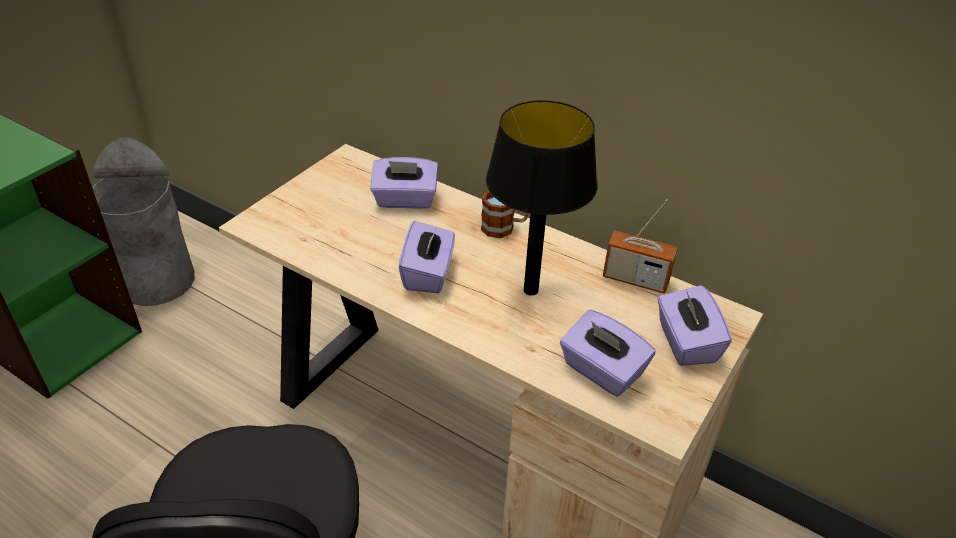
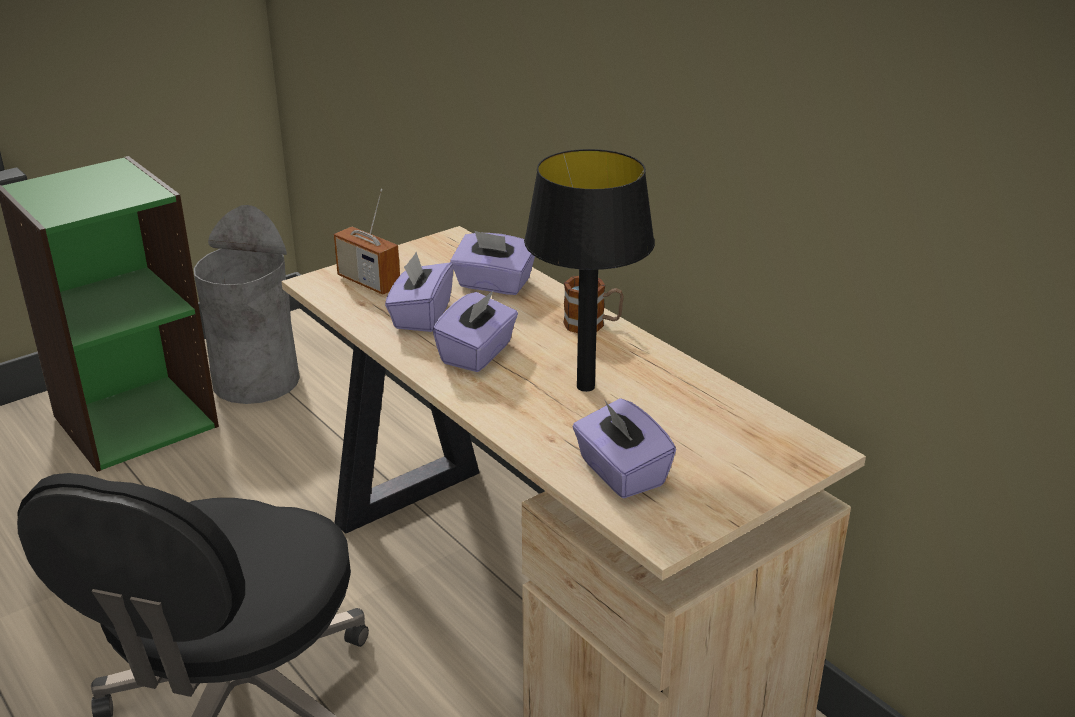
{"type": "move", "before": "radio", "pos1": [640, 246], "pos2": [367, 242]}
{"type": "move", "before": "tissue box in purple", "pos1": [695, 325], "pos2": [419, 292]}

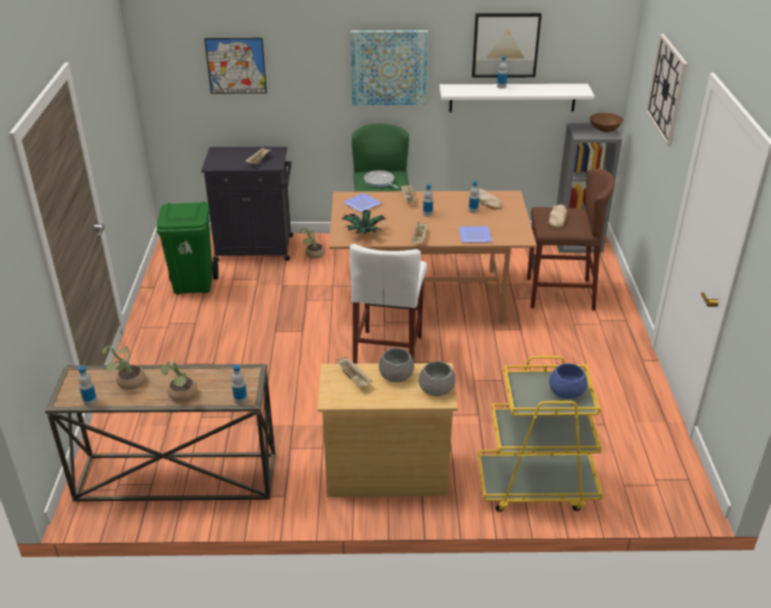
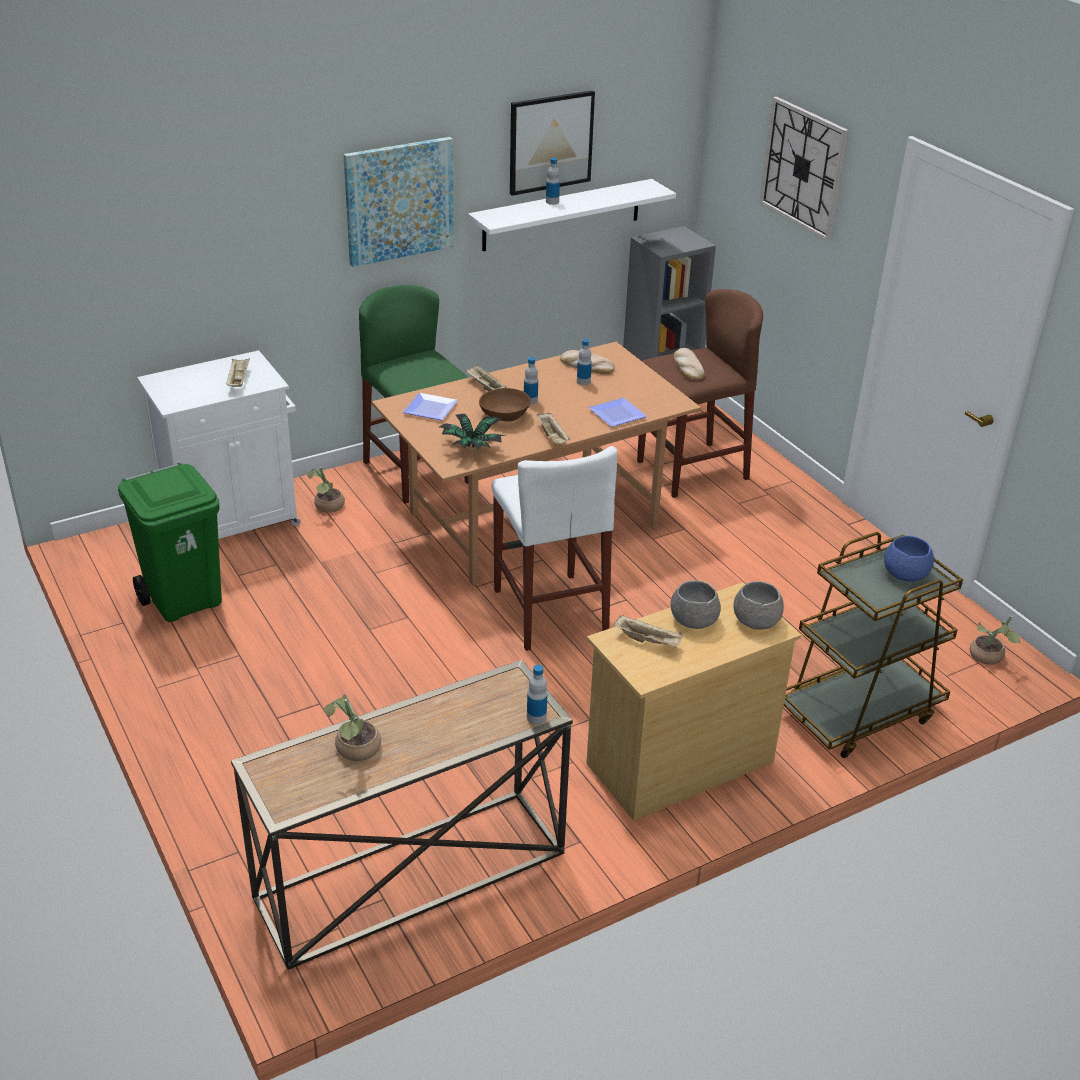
{"type": "delete", "before": "bottle", "pos1": [87, 386]}
{"type": "move", "before": "potted plant", "pos1": [179, 381], "pos2": [995, 640]}
{"type": "recolor", "before": "cabinet in black", "after": "cabinet in white", "pos1": [247, 204], "pos2": [218, 444]}
{"type": "delete", "before": "picture", "pos1": [235, 66]}
{"type": "delete", "before": "frying pan", "pos1": [381, 179]}
{"type": "recolor", "before": "cart in yellow", "after": "cart in brown", "pos1": [540, 434], "pos2": [873, 645]}
{"type": "move", "before": "bowl in brown", "pos1": [606, 122], "pos2": [505, 404]}

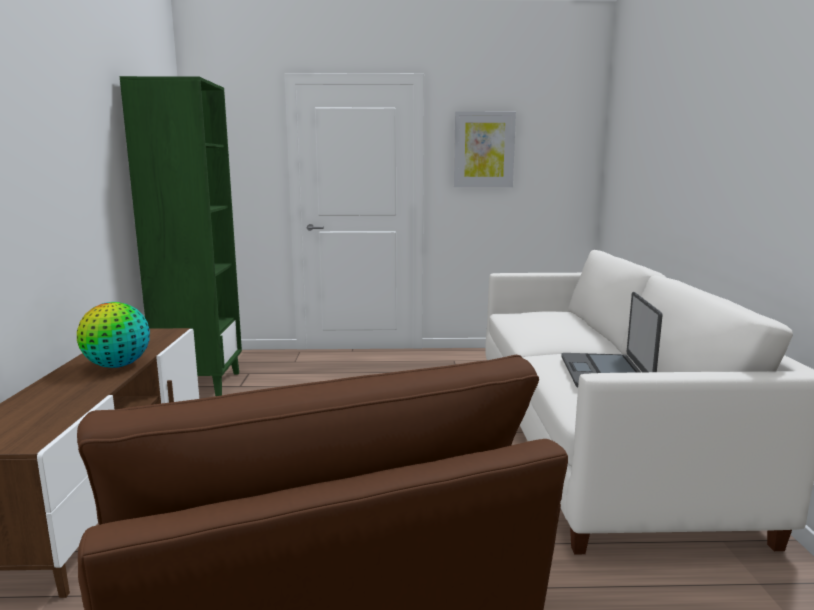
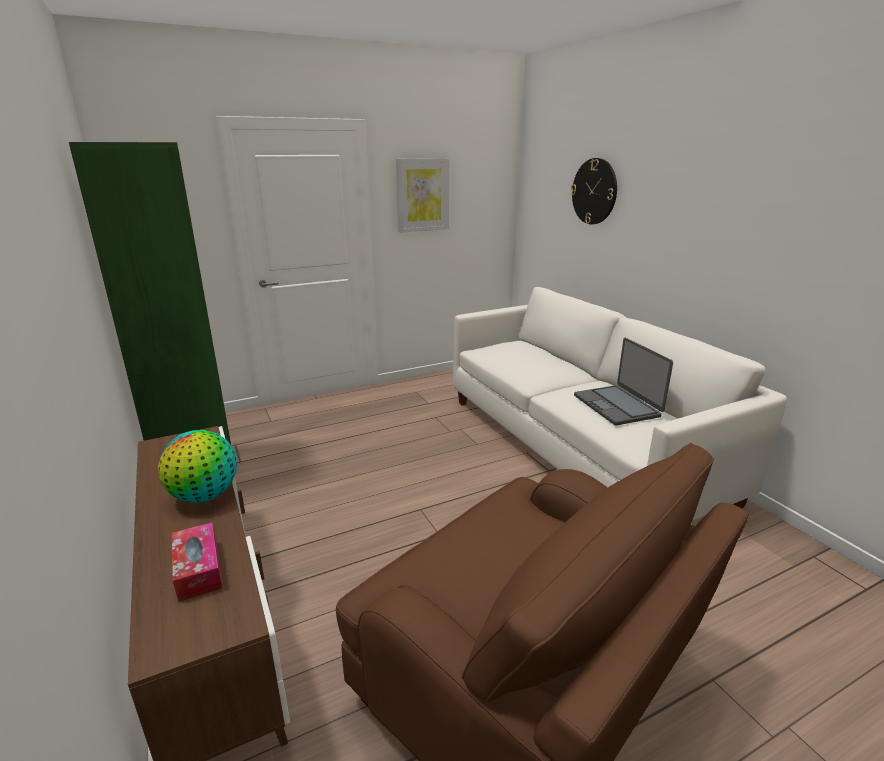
{"type": "insert", "after": "tissue box", "pos2": [197, 562]}
{"type": "insert", "after": "wall clock", "pos2": [594, 191]}

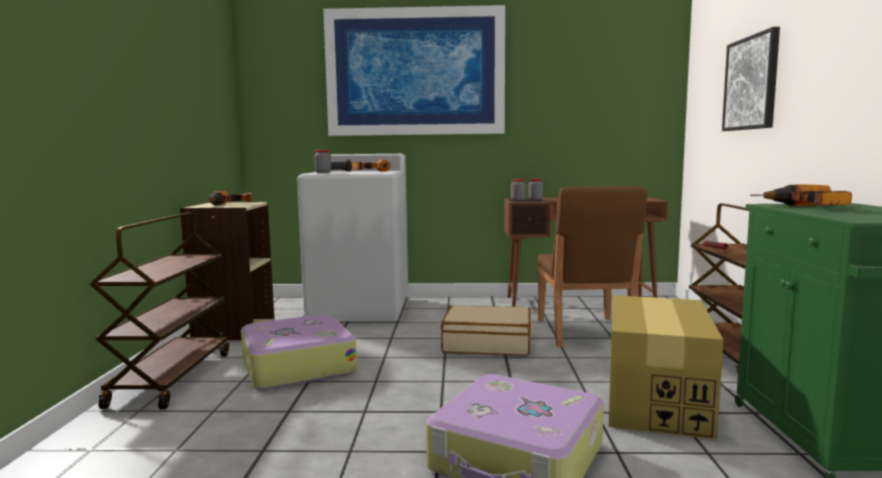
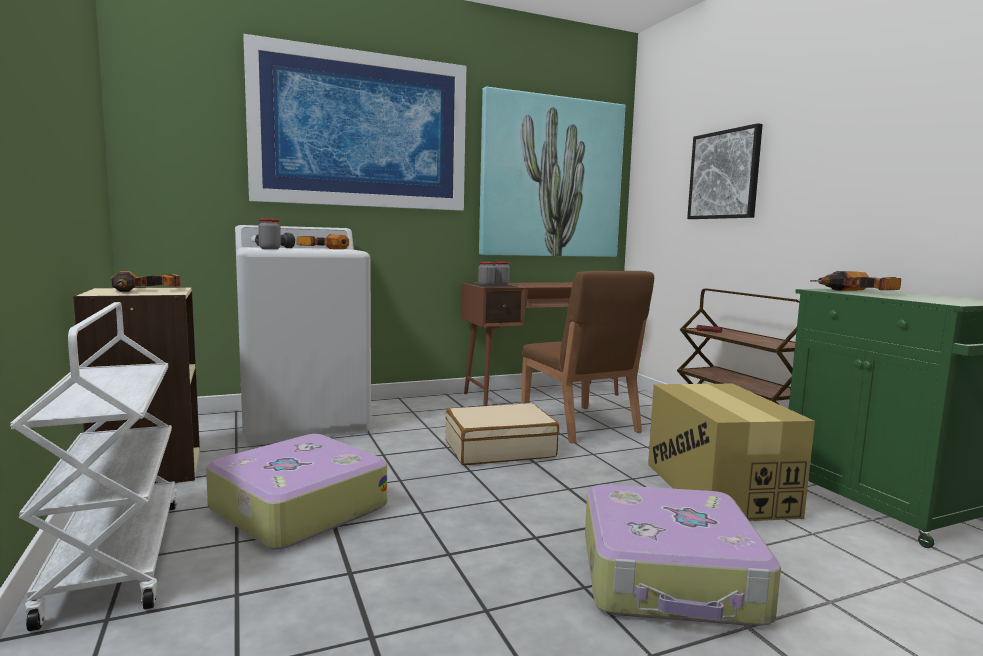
{"type": "recolor", "before": "cart in brown", "after": "cart in white", "pos1": [159, 310], "pos2": [93, 466]}
{"type": "insert", "after": "picture", "pos2": [552, 172]}

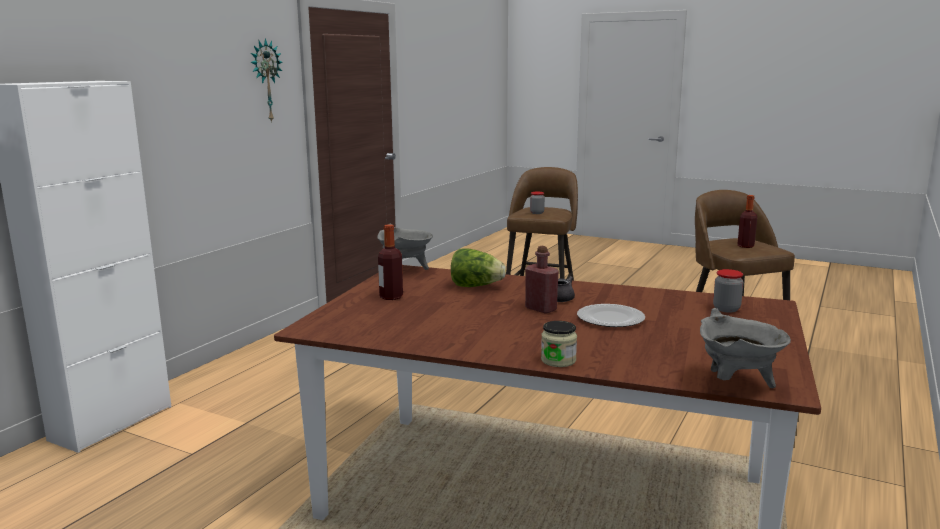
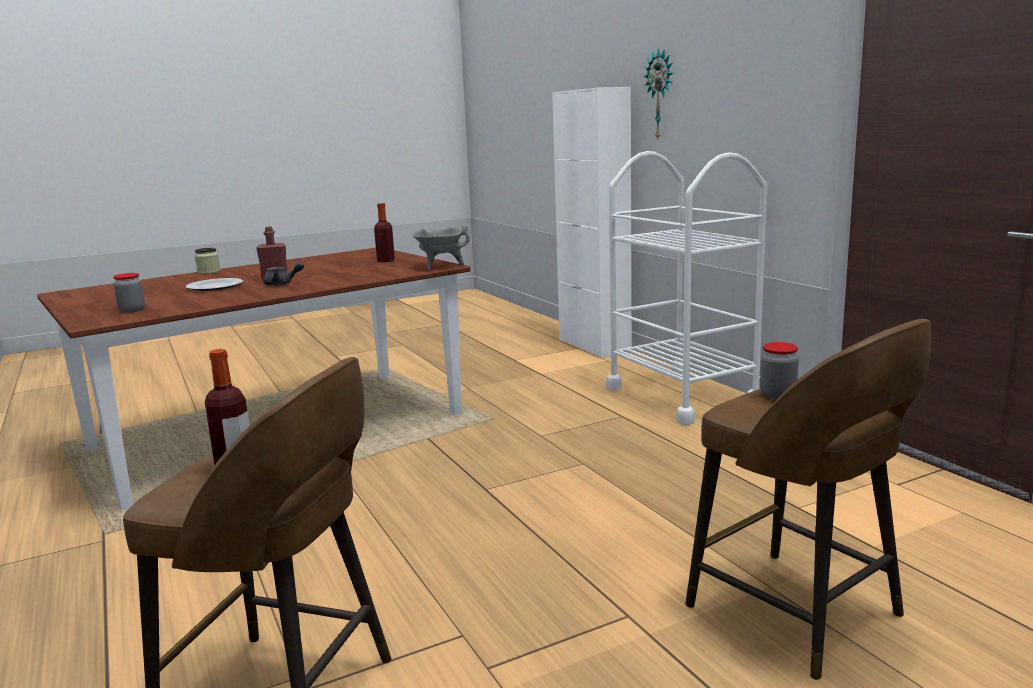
{"type": "move", "before": "wall clock", "pos1": [266, 80], "pos2": [658, 93]}
{"type": "delete", "before": "lettuce", "pos1": [478, 268]}
{"type": "delete", "before": "cooking pot in grey", "pos1": [745, 348]}
{"type": "insert", "after": "cart in white", "pos2": [686, 288]}

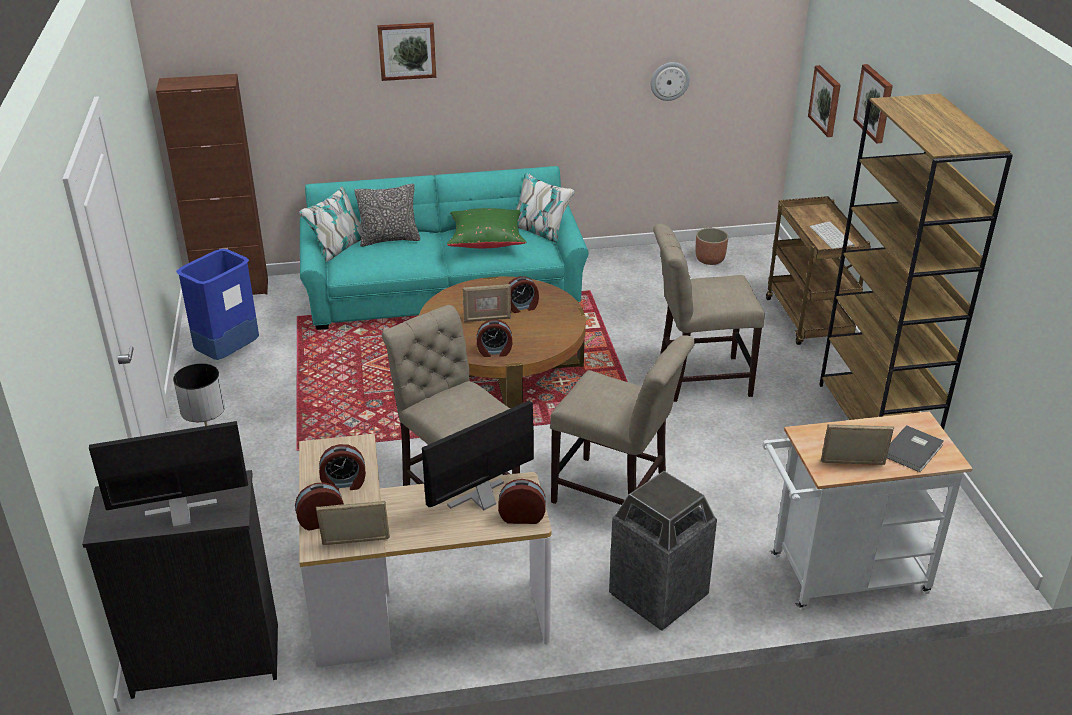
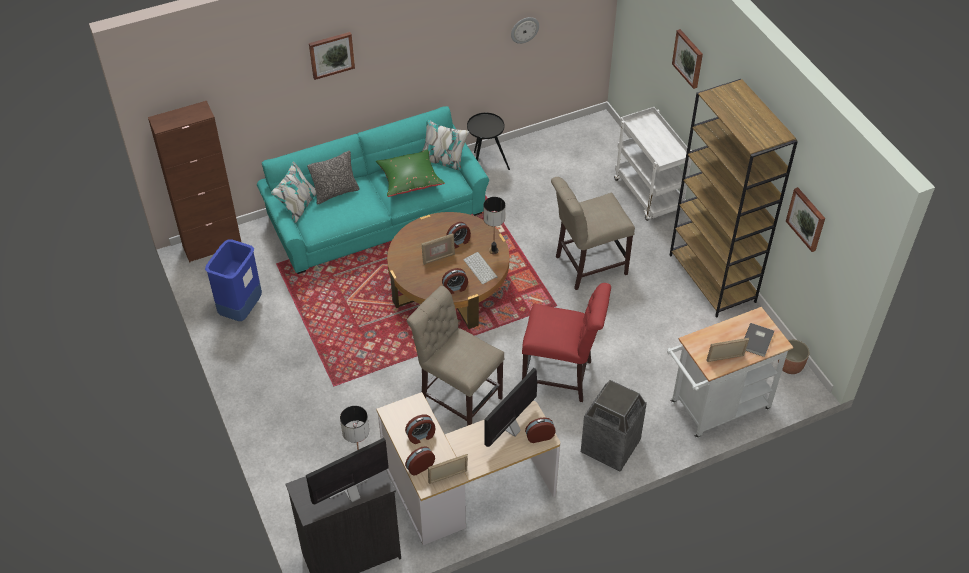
{"type": "recolor", "before": "chair in beige", "after": "chair in red", "pos1": [622, 420], "pos2": [566, 342]}
{"type": "move", "before": "planter", "pos1": [712, 246], "pos2": [793, 357]}
{"type": "recolor", "before": "cart in brown", "after": "cart in white", "pos1": [818, 270], "pos2": [653, 164]}
{"type": "move", "before": "picture", "pos1": [824, 101], "pos2": [805, 219]}
{"type": "move", "before": "keyboard", "pos1": [832, 235], "pos2": [480, 268]}
{"type": "insert", "after": "side table in black", "pos2": [488, 141]}
{"type": "insert", "after": "table lamp", "pos2": [494, 225]}

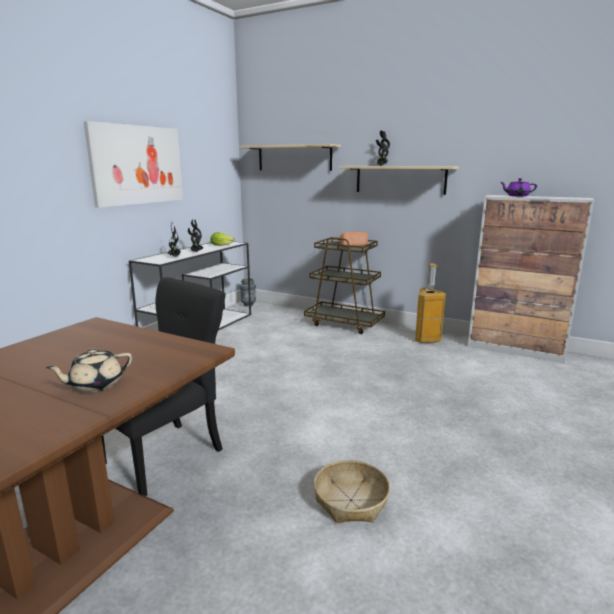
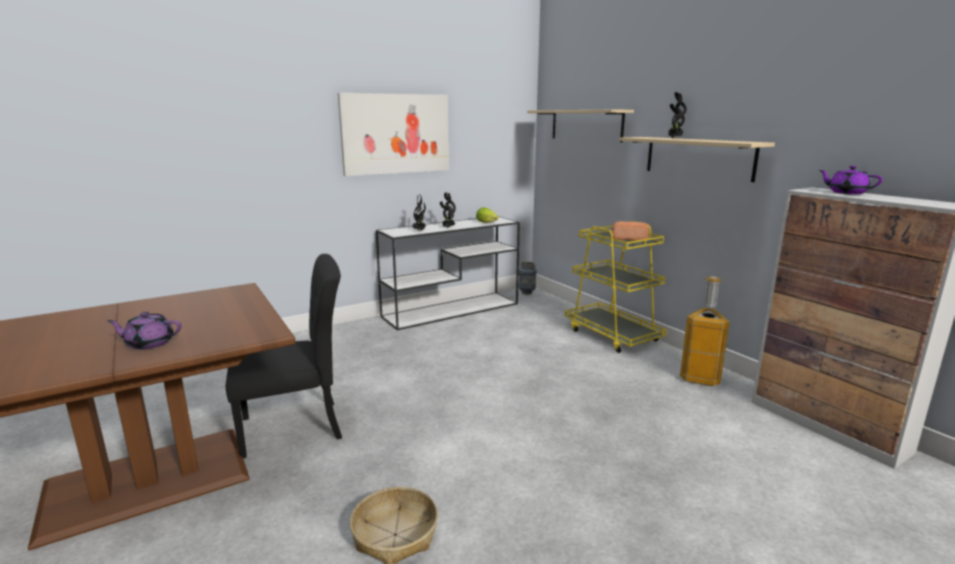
{"type": "recolor", "before": "teapot in beige", "after": "teapot in purple", "pos1": [89, 370], "pos2": [144, 331]}
{"type": "recolor", "before": "cart in brown", "after": "cart in yellow", "pos1": [344, 285], "pos2": [616, 287]}

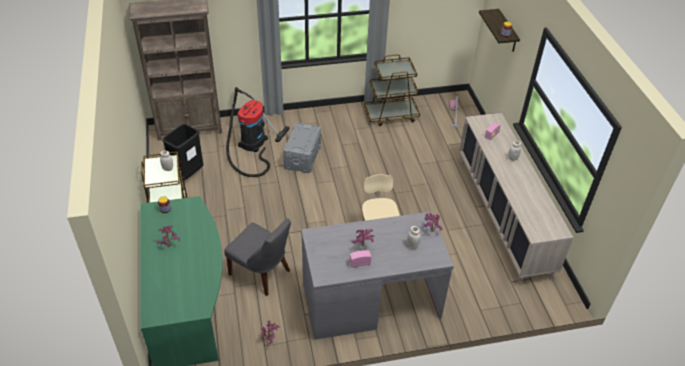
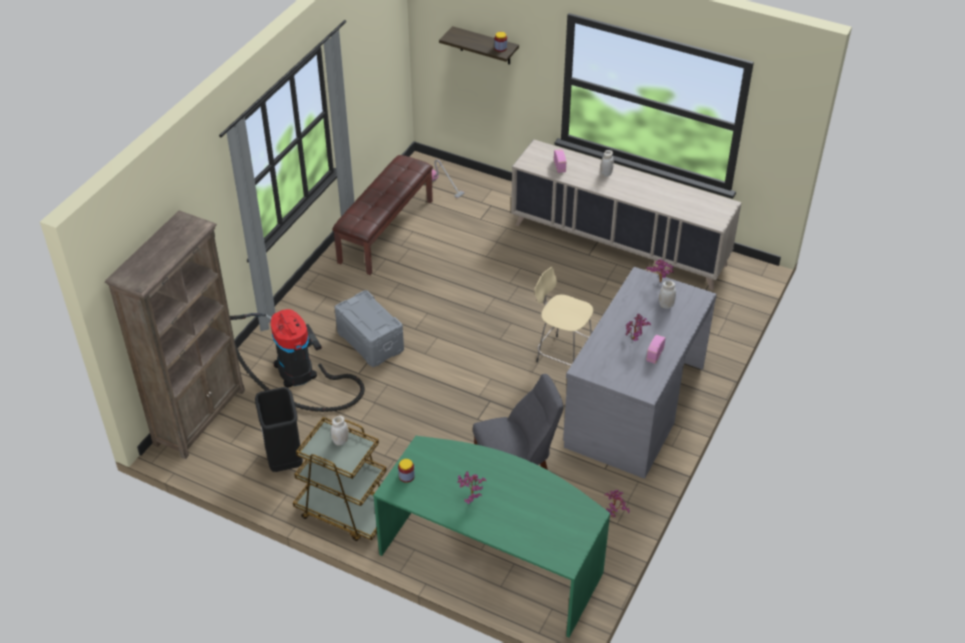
{"type": "replace", "before": "cart in brown", "after": "bench in brown", "pos1": [392, 90], "pos2": [382, 215]}

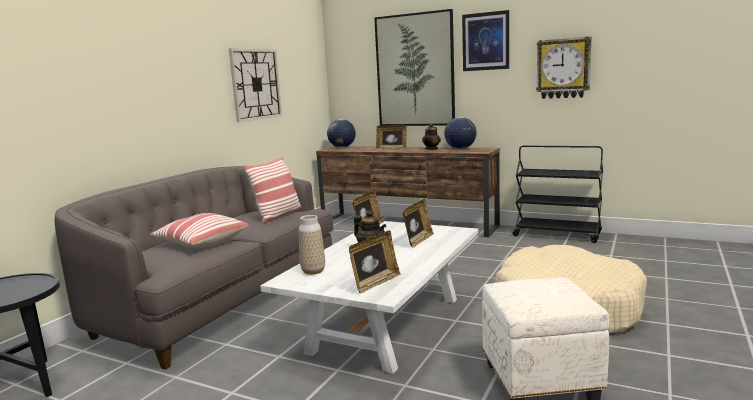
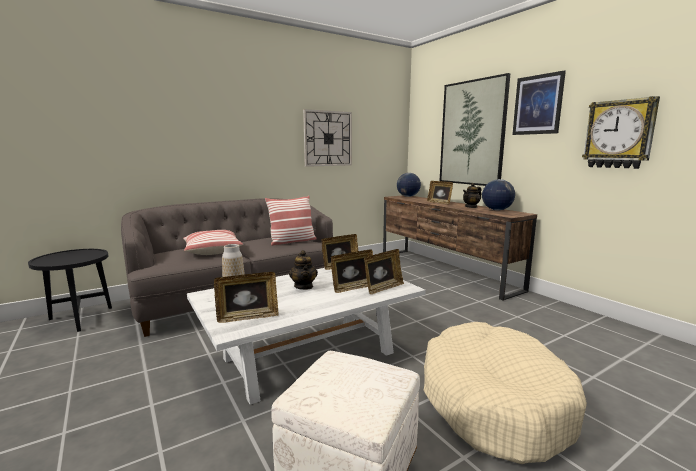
{"type": "delete", "before": "cart in black", "pos1": [558, 194]}
{"type": "insert", "after": "picture frame", "pos2": [384, 271]}

